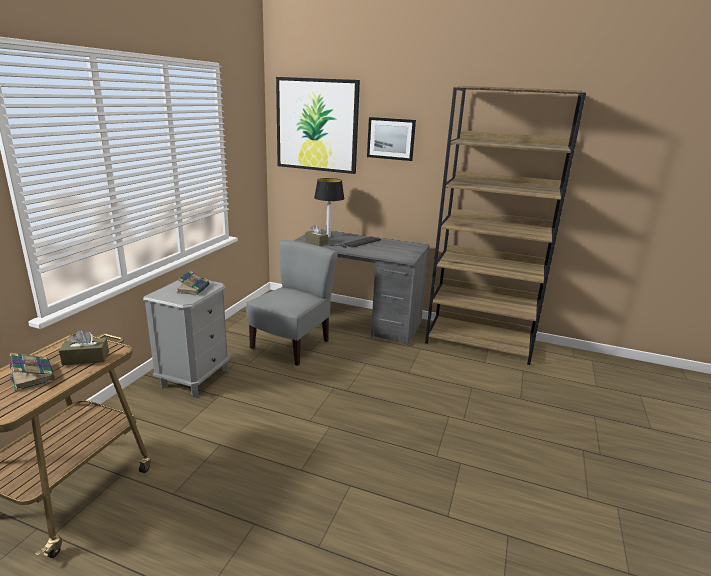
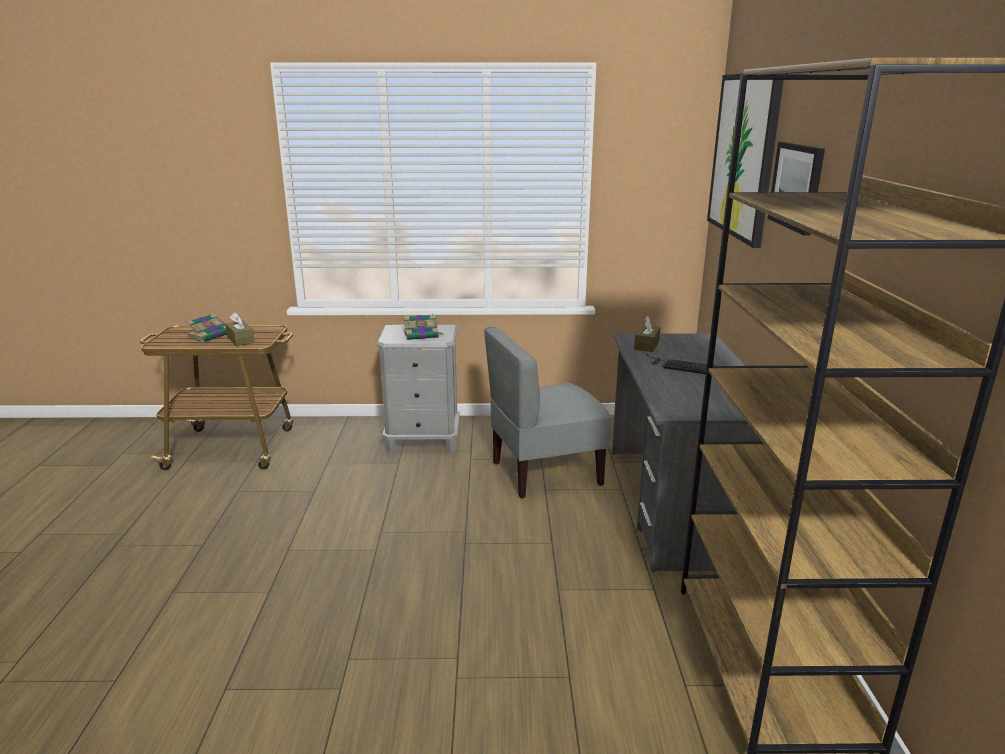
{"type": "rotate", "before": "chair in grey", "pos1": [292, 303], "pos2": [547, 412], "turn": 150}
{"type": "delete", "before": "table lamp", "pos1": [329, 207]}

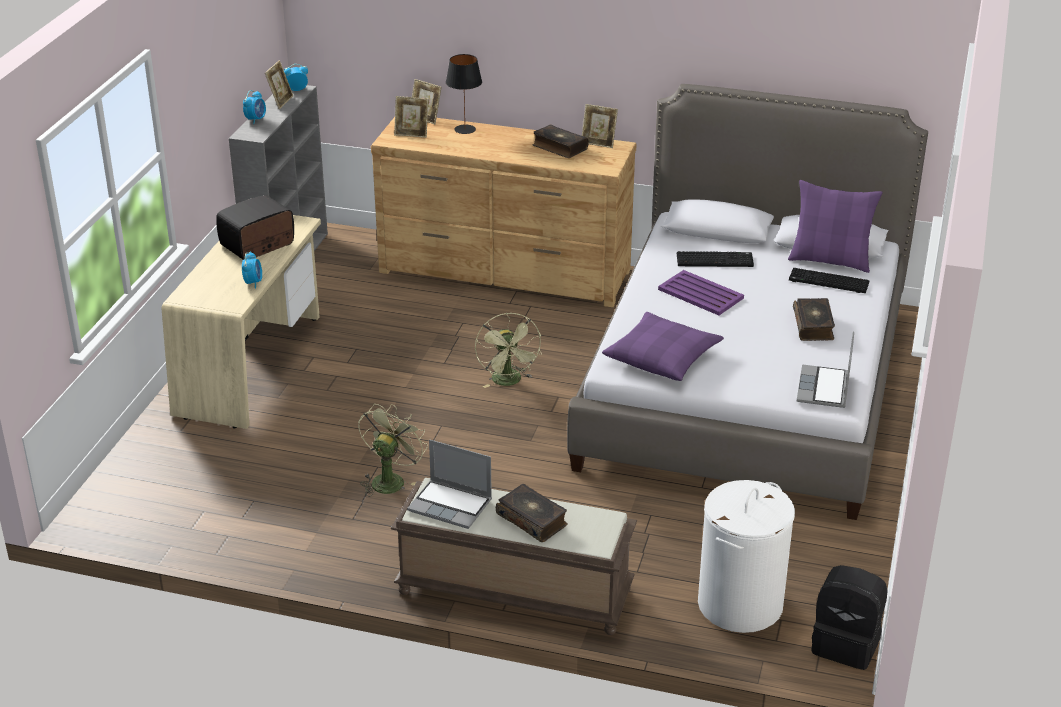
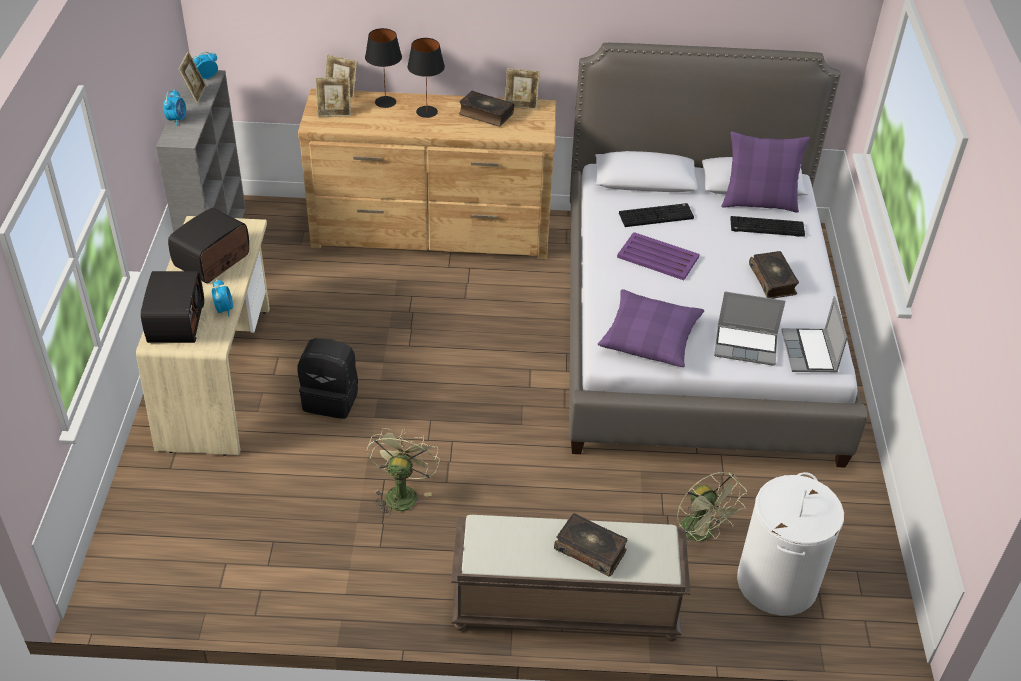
{"type": "move", "before": "laptop", "pos1": [449, 484], "pos2": [750, 329]}
{"type": "move", "before": "fan in green", "pos1": [508, 350], "pos2": [712, 506]}
{"type": "move", "before": "backpack in black", "pos1": [849, 617], "pos2": [328, 378]}
{"type": "insert", "after": "radio", "pos2": [172, 307]}
{"type": "insert", "after": "table lamp in black", "pos2": [426, 78]}

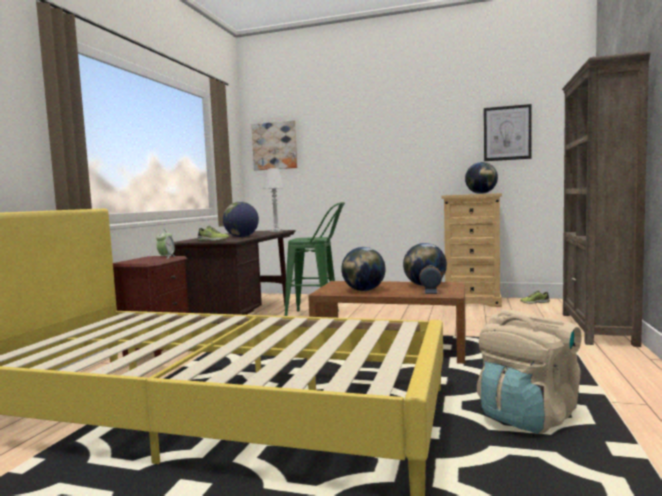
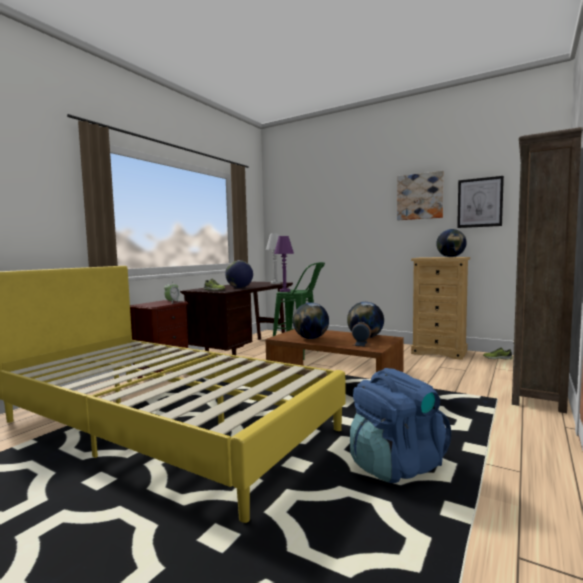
{"type": "move", "before": "picture", "pos1": [274, 145], "pos2": [420, 195]}
{"type": "recolor", "before": "backpack in beige", "after": "backpack in blue", "pos1": [529, 371], "pos2": [400, 425]}
{"type": "insert", "after": "table lamp in purple", "pos2": [284, 264]}

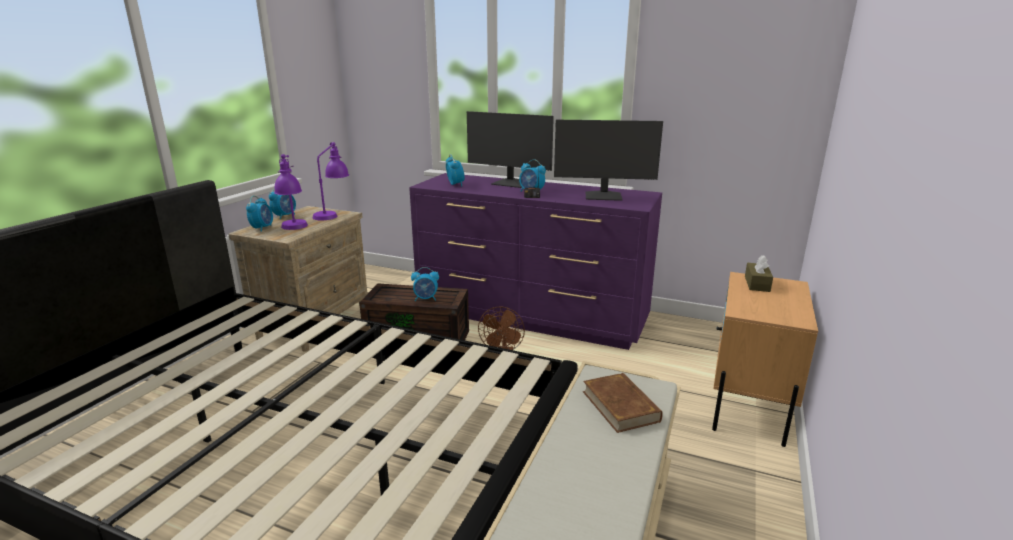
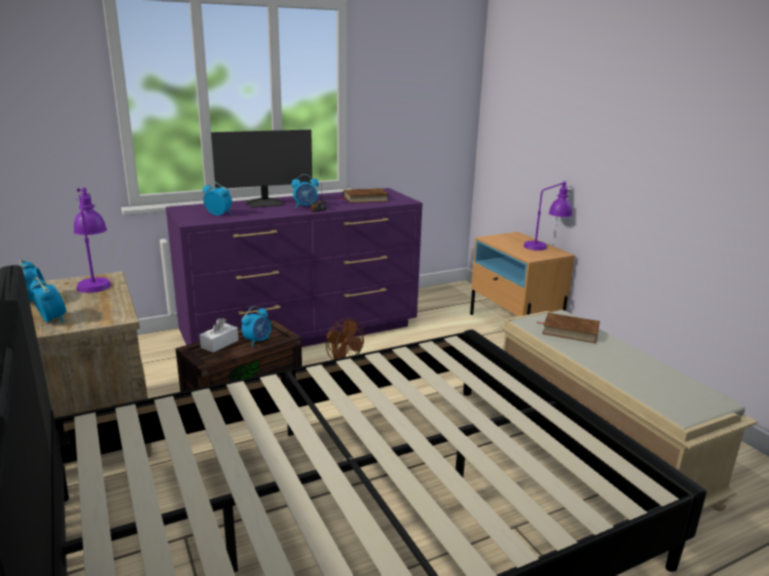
{"type": "move", "before": "table lamp in purple", "pos1": [291, 192], "pos2": [548, 216]}
{"type": "replace", "before": "monitor", "after": "book in brown", "pos1": [608, 160], "pos2": [363, 195]}
{"type": "delete", "before": "tissue box in brown", "pos1": [759, 273]}
{"type": "insert", "after": "tissue box in white", "pos2": [219, 335]}

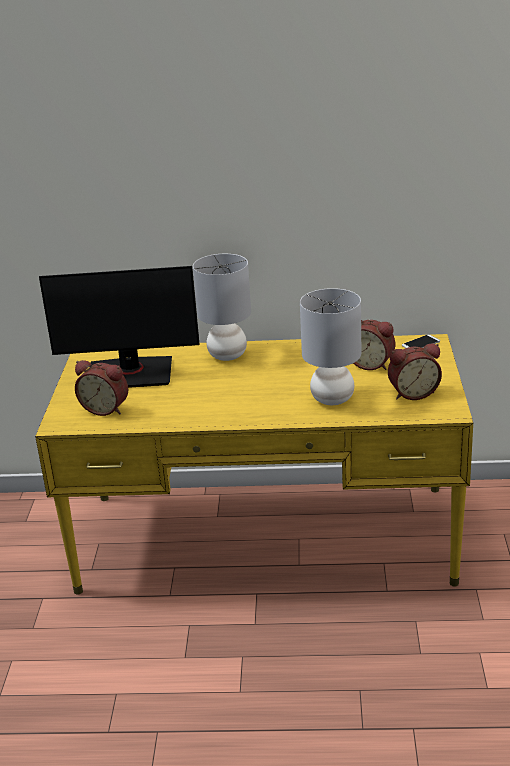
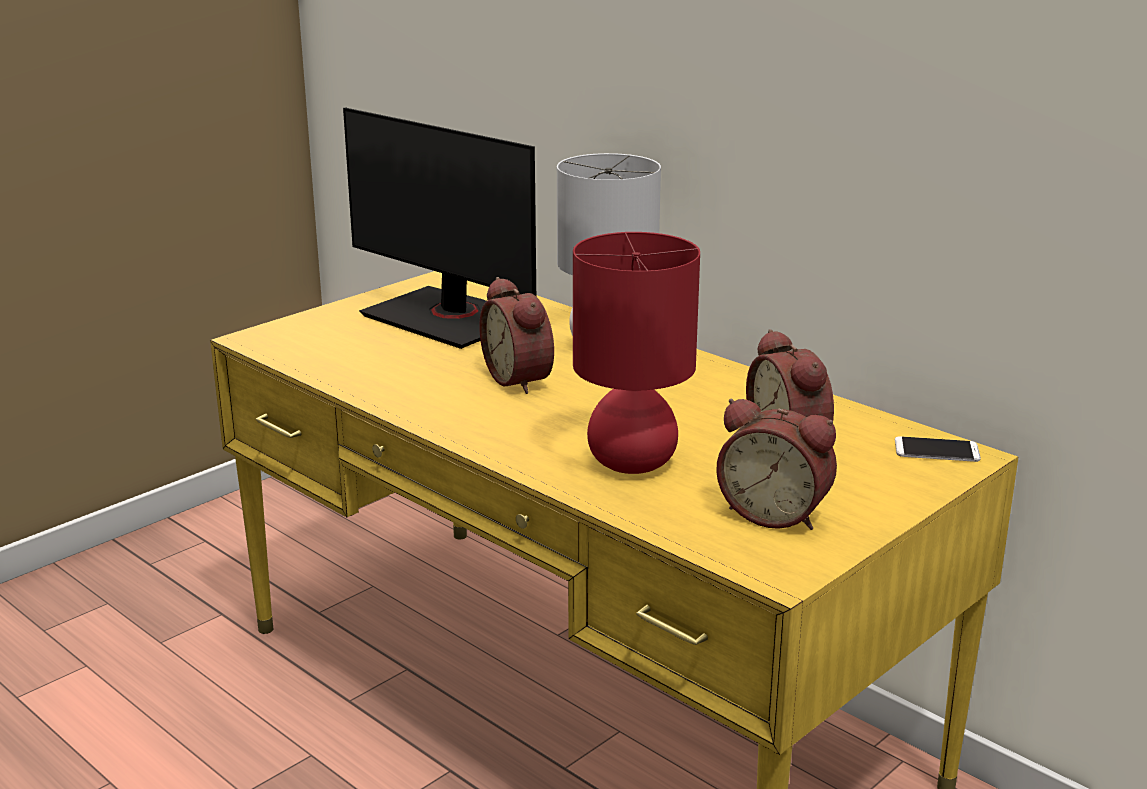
{"type": "move", "before": "alarm clock", "pos1": [101, 388], "pos2": [516, 335]}
{"type": "recolor", "before": "table lamp in grey", "after": "table lamp in red", "pos1": [330, 346], "pos2": [636, 353]}

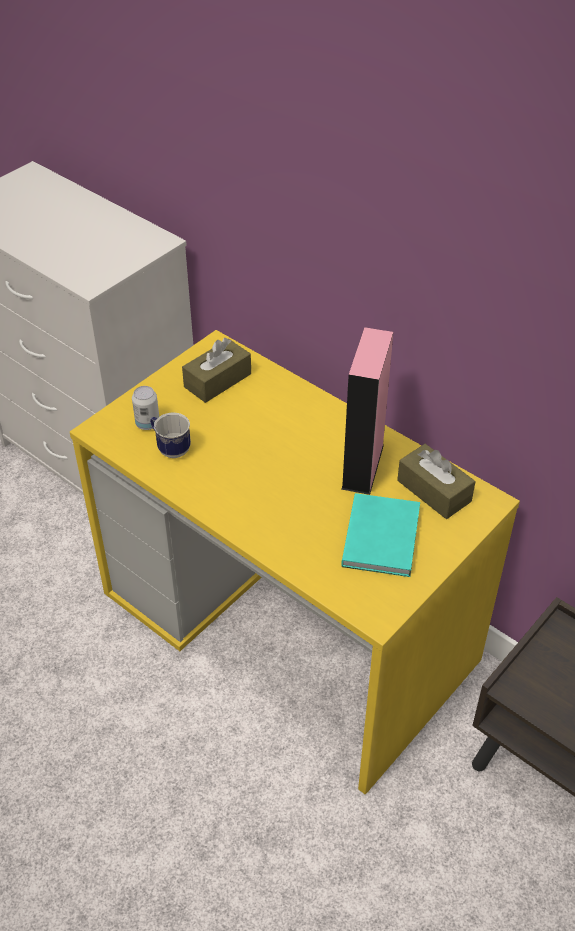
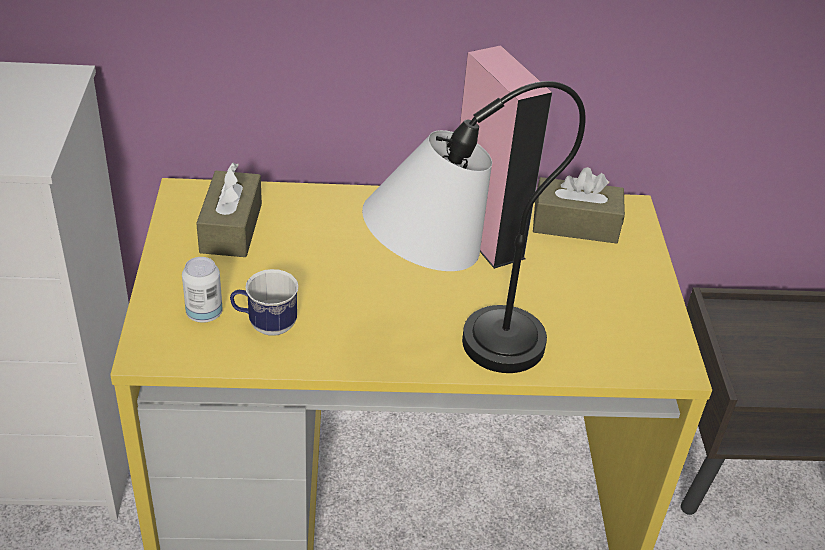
{"type": "delete", "before": "book in turquoise", "pos1": [380, 535]}
{"type": "insert", "after": "table lamp", "pos2": [474, 227]}

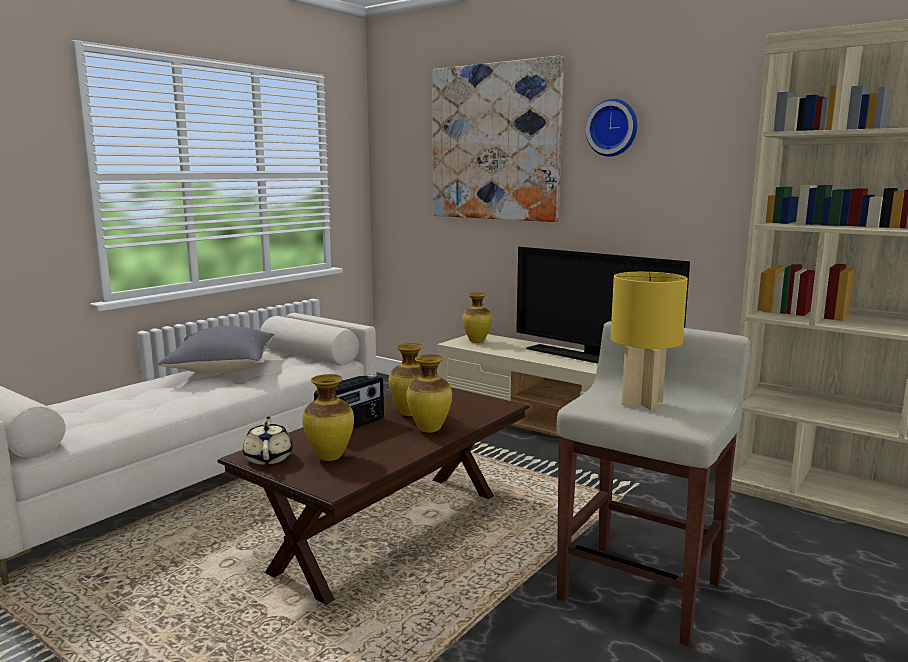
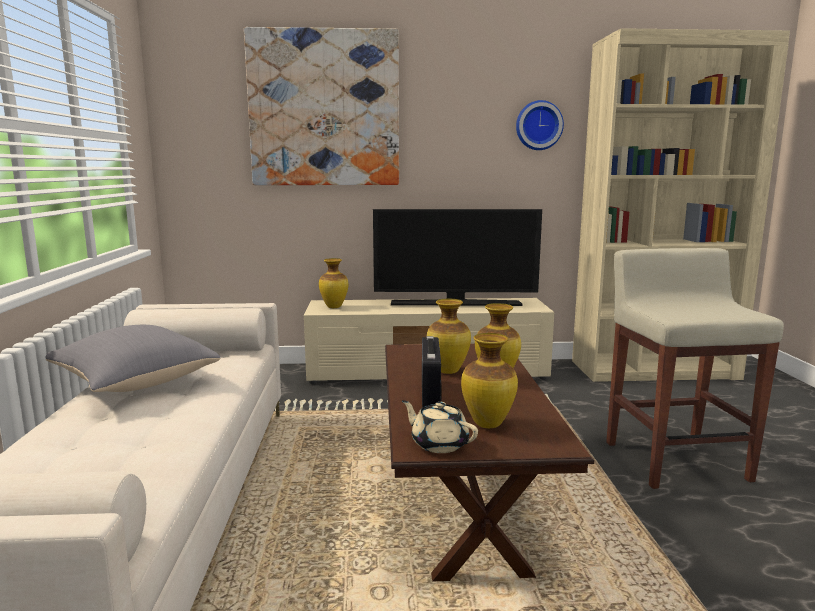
{"type": "move", "before": "wall clock", "pos1": [611, 128], "pos2": [540, 125]}
{"type": "delete", "before": "table lamp in yellow", "pos1": [649, 341]}

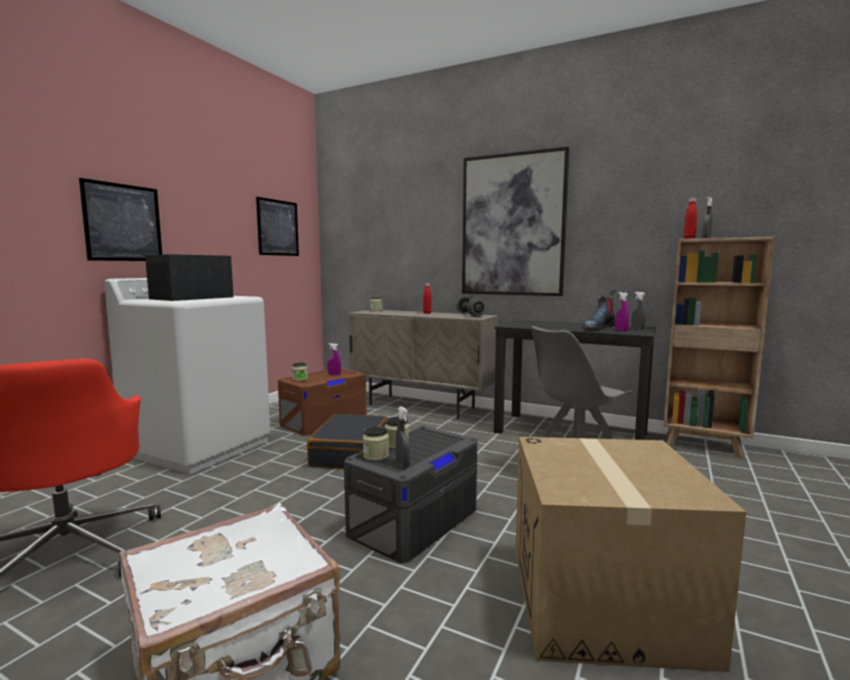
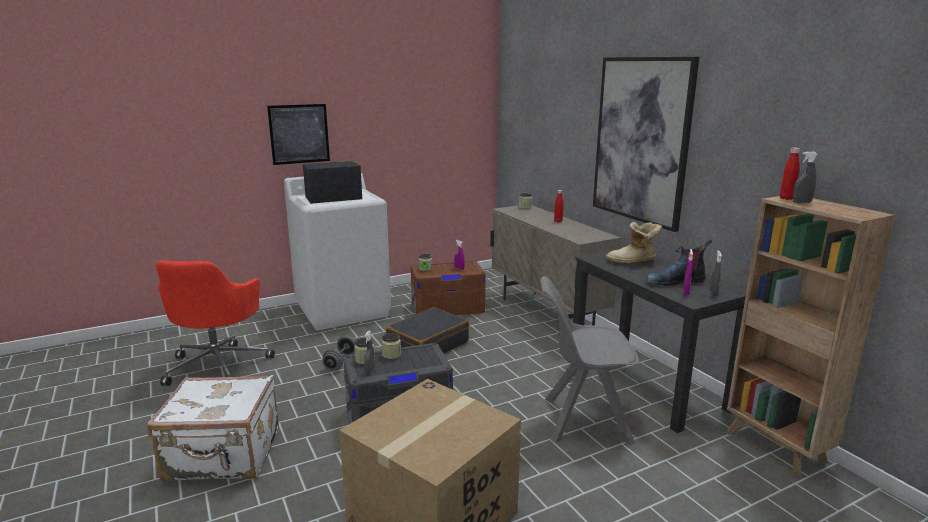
{"type": "delete", "before": "picture", "pos1": [277, 226]}
{"type": "move", "before": "dumbbell in grey", "pos1": [471, 306], "pos2": [339, 353]}
{"type": "insert", "after": "boot", "pos2": [634, 243]}

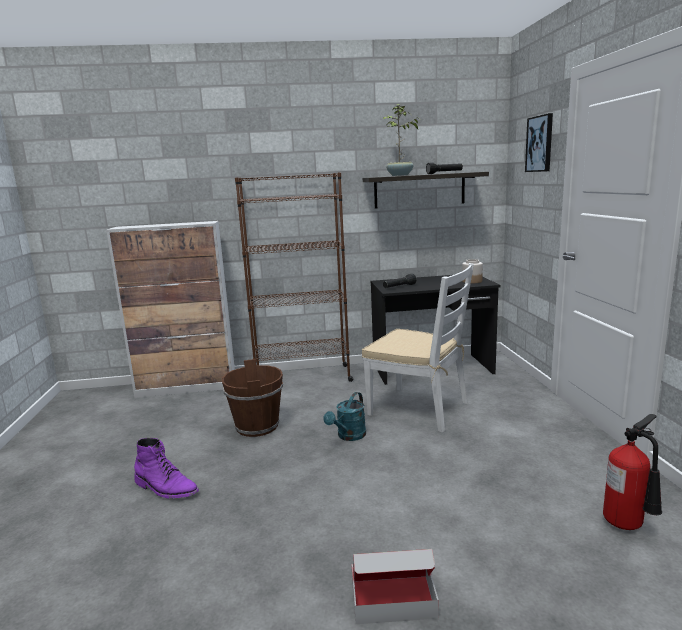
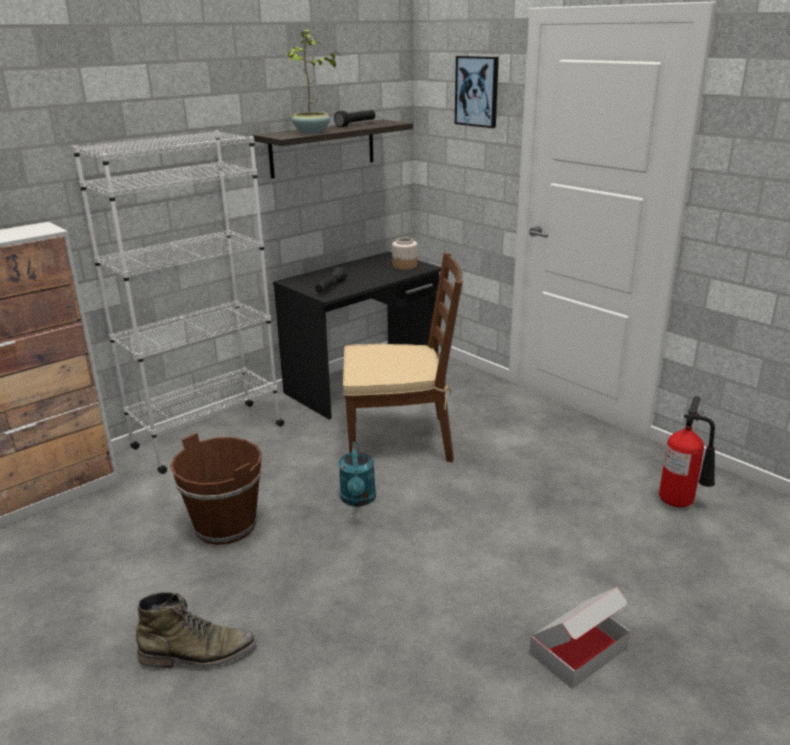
{"type": "recolor", "before": "boot in purple", "after": "boot in green", "pos1": [166, 468], "pos2": [196, 630]}
{"type": "recolor", "before": "bookcase in brown", "after": "bookcase in white", "pos1": [294, 277], "pos2": [178, 302]}
{"type": "recolor", "before": "chair in white", "after": "chair in brown", "pos1": [418, 347], "pos2": [403, 357]}

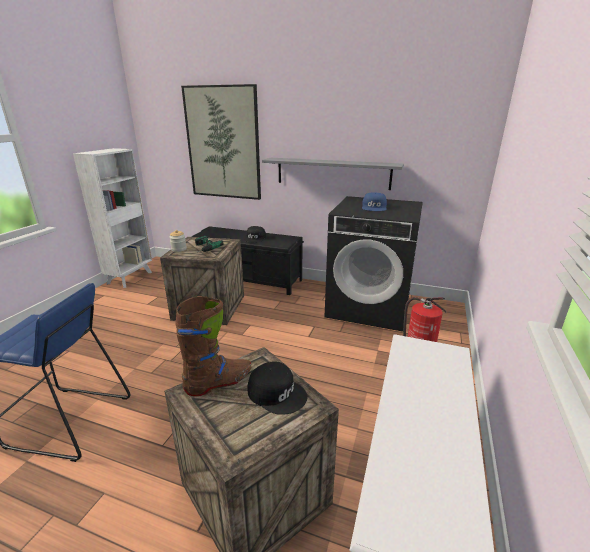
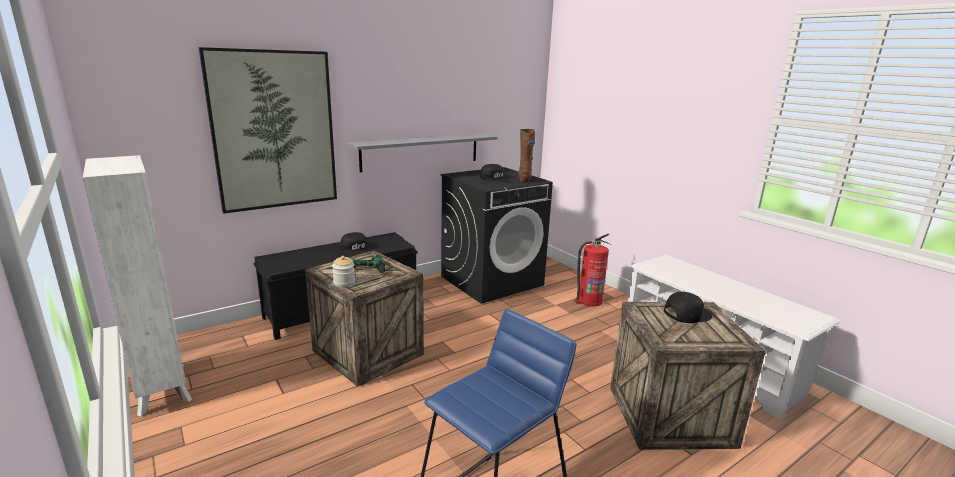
{"type": "move", "before": "boot in brown", "pos1": [213, 346], "pos2": [526, 155]}
{"type": "recolor", "before": "cap in blue", "after": "cap in black", "pos1": [374, 201], "pos2": [494, 173]}

